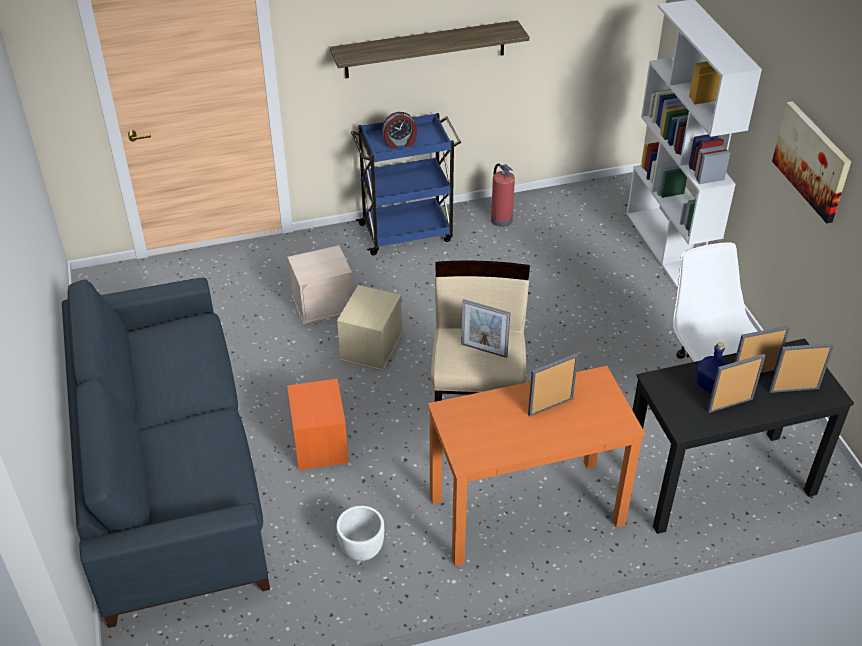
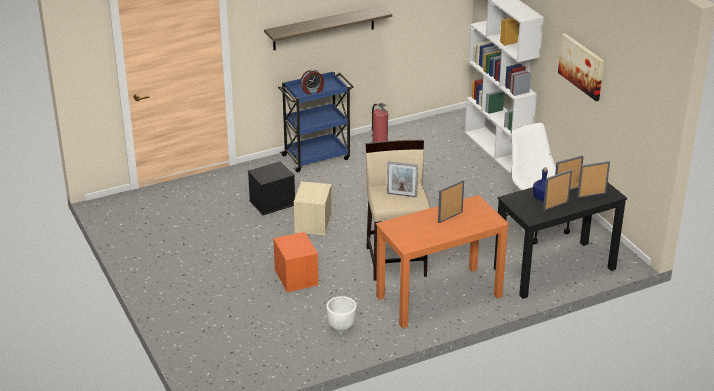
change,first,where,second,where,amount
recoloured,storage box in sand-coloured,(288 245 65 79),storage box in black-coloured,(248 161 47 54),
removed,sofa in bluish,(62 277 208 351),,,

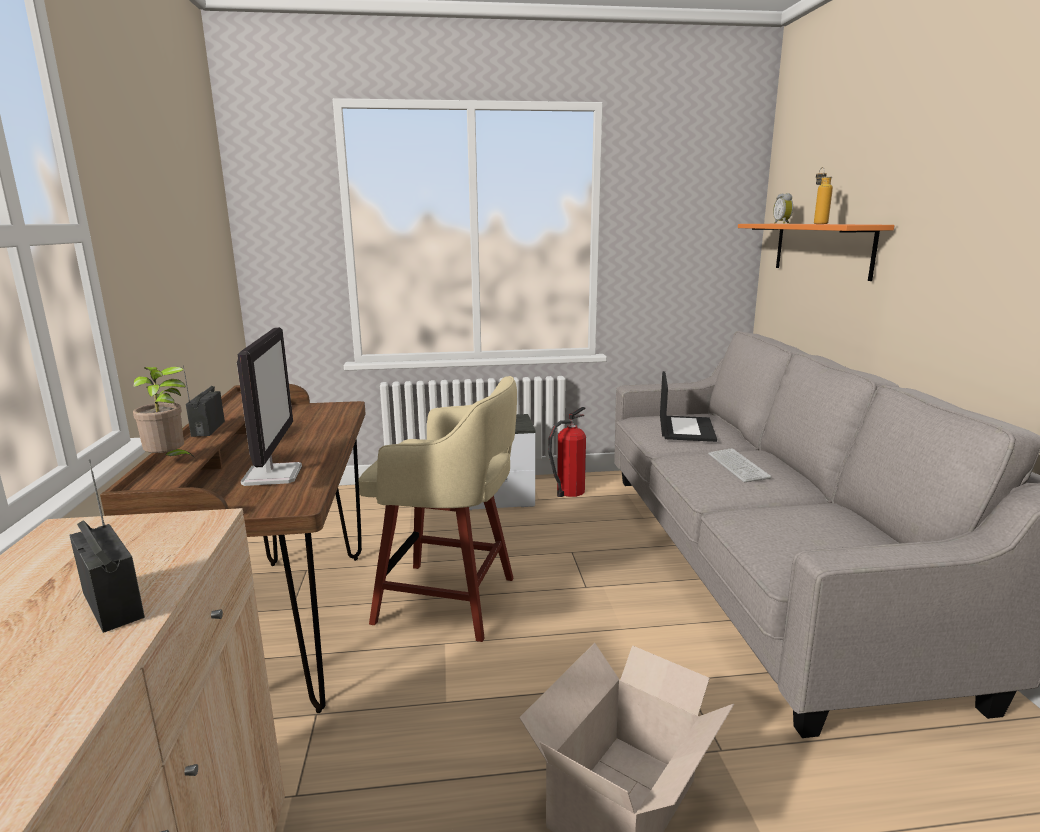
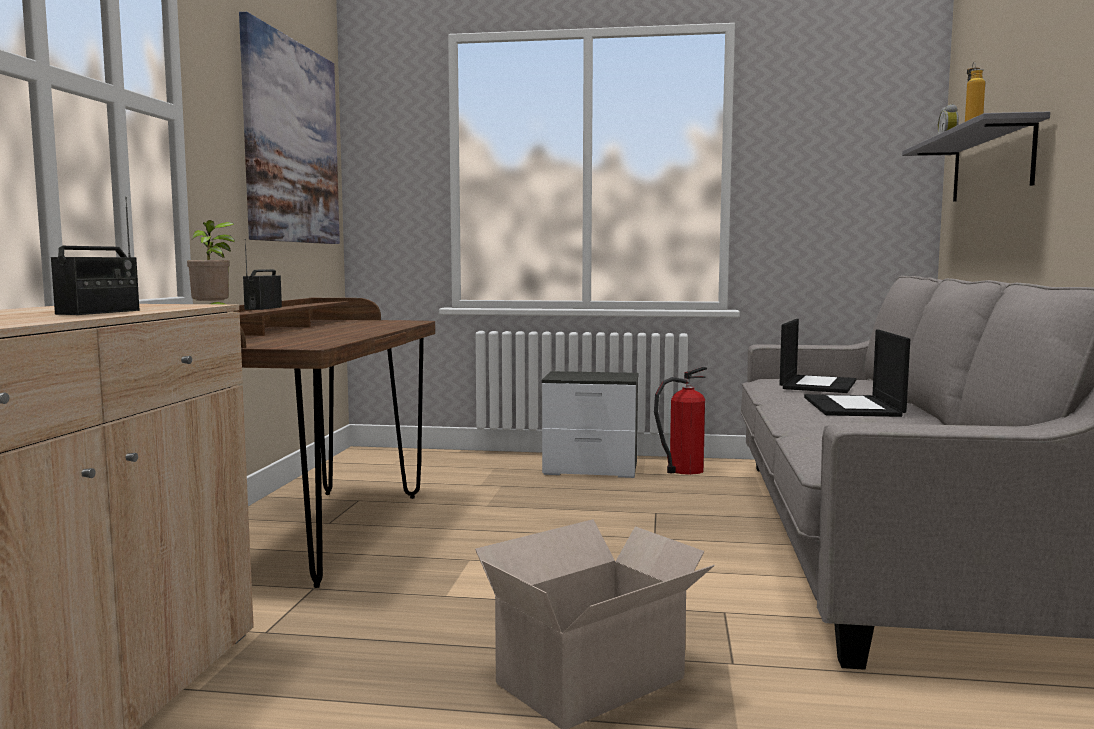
change,first,where,second,where,amount
recoloured,shelf in orange,(738 224 156 57),shelf in gray,(902 112 148 90),
removed,computer display,(237 327 65 159),,,
removed,stool seat in sand-coloured,(358 376 159 266),,,
replaced,computer keyboard,(708 449 63 33),notebook computer,(804 330 106 87),
turned,radio receiver,(69 459 76 174),,(51 197 88 118),45 degrees clockwise
added,,,wall picture,(239 12 101 232),

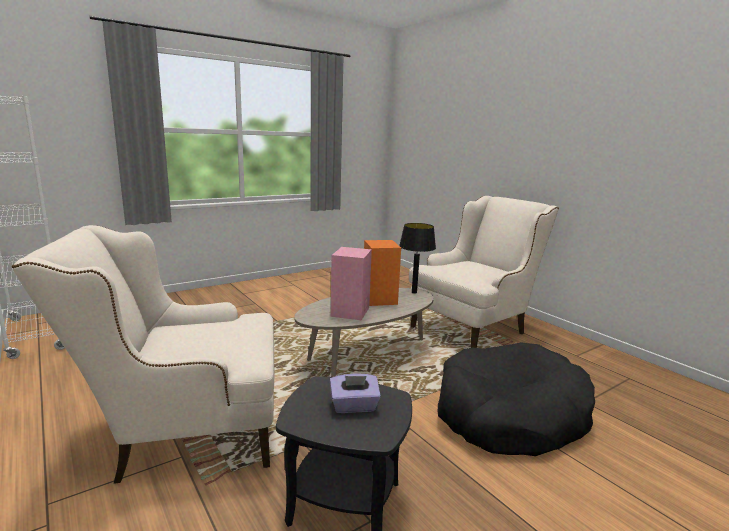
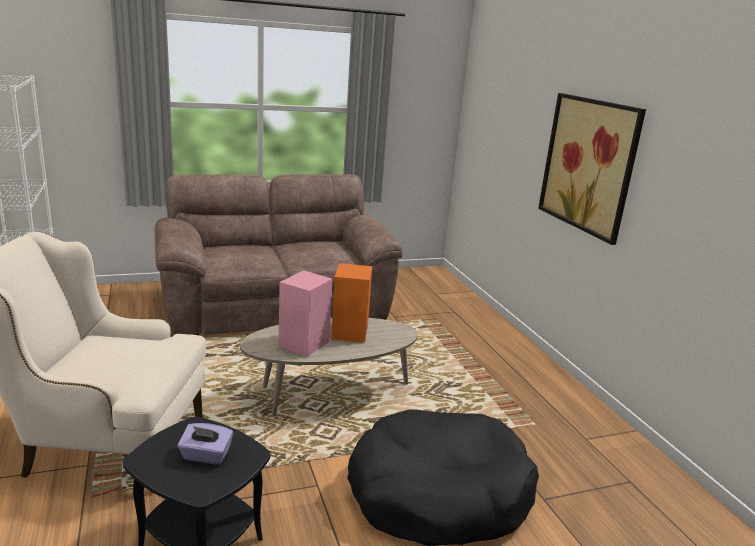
change,first,where,second,where,amount
removed,lounge chair in sand-coloured,(409 196 150 152),,,
removed,table lamp in black-coloured,(399 223 37 71),,,
added,,,wall picture,(538 93 108 152),
added,,,sofa in brown-coloured,(154 174 249 161),

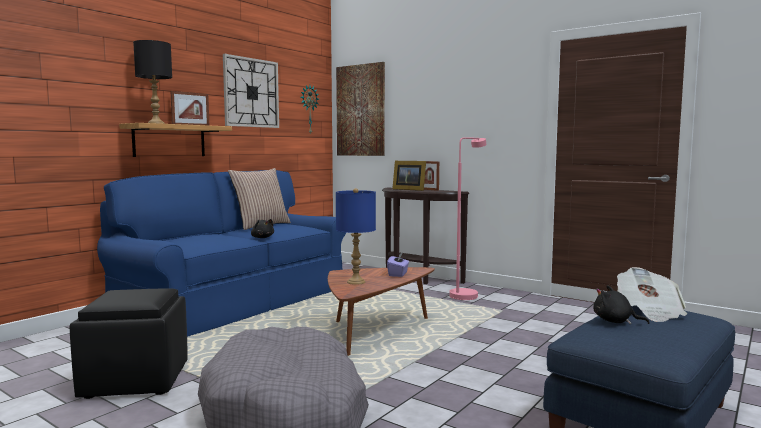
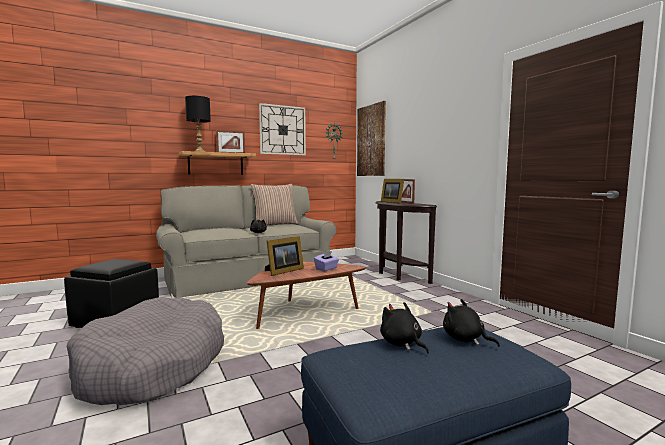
change,first,where,second,where,amount
removed,standard lamp in pink,(449 137 38 163),,,
recoloured,sofa in bluish,(97 170 249 167),sofa in gray,(156 185 180 113),
replaced,table lamp in bluish,(336 188 40 97),picture frame,(265 236 39 40),
replaced,printed paper,(617 267 70 55),soft toy in black-coloured,(443 299 57 48),

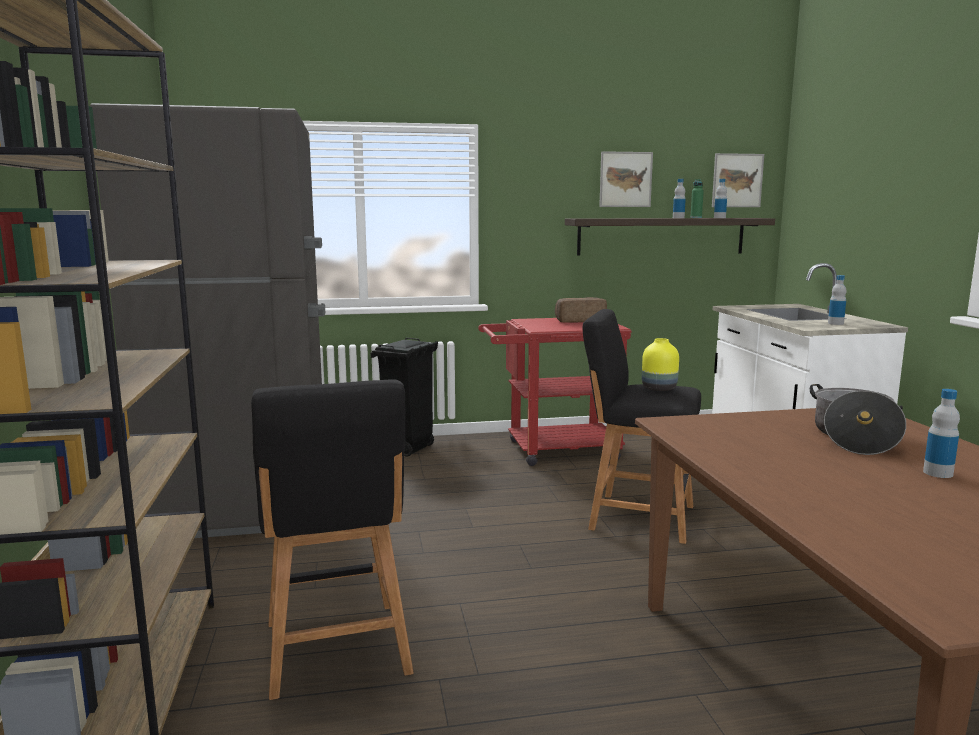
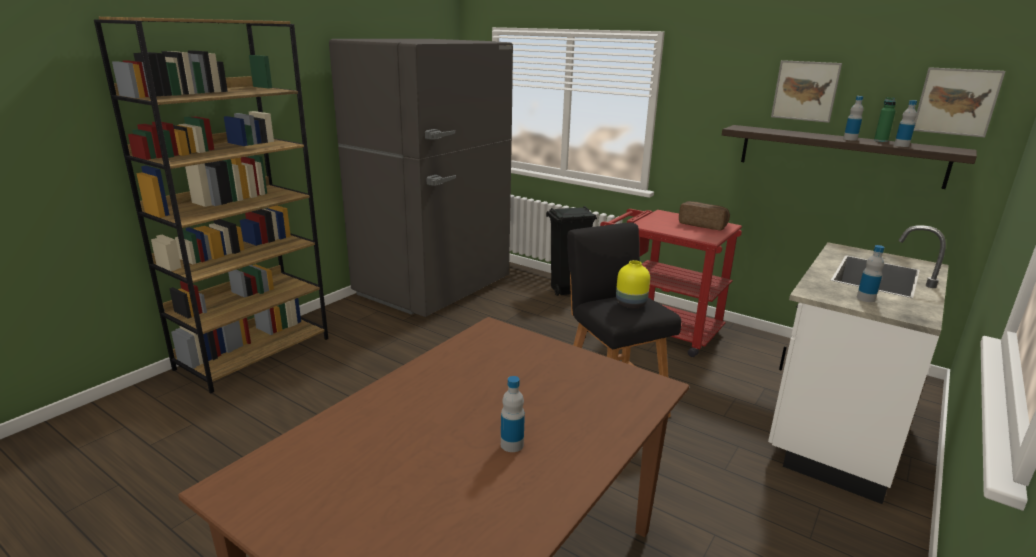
change,first,where,second,where,amount
removed,stool seat in black-coloured,(251 379 163 321),,,
removed,stockpot,(810 384 96 71),,,

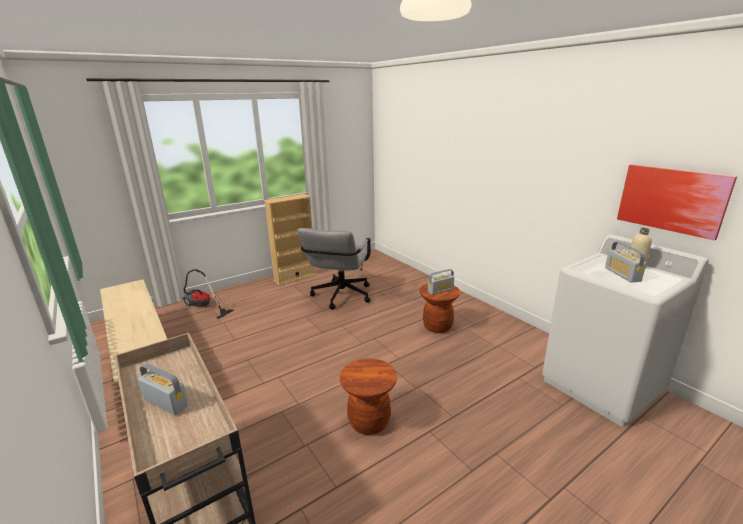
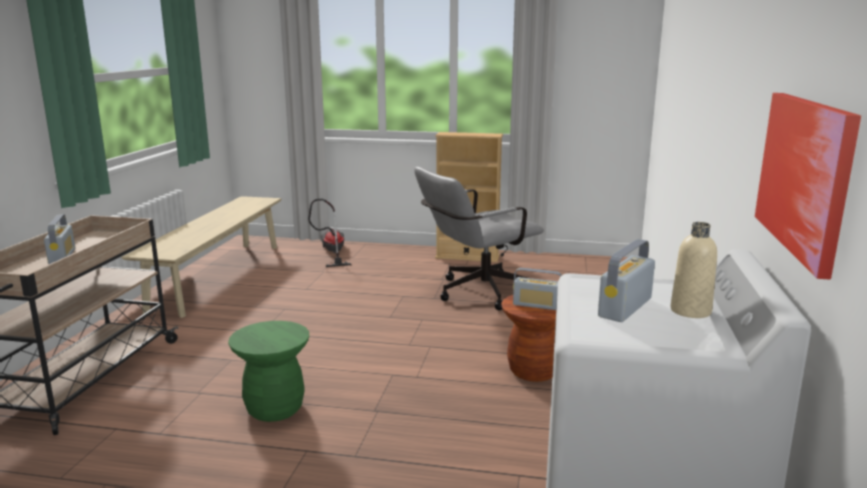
change,first,where,second,where,amount
recoloured,stool seat in brown-coloured,(340 359 57 76),stool seat in green,(228 321 81 101),

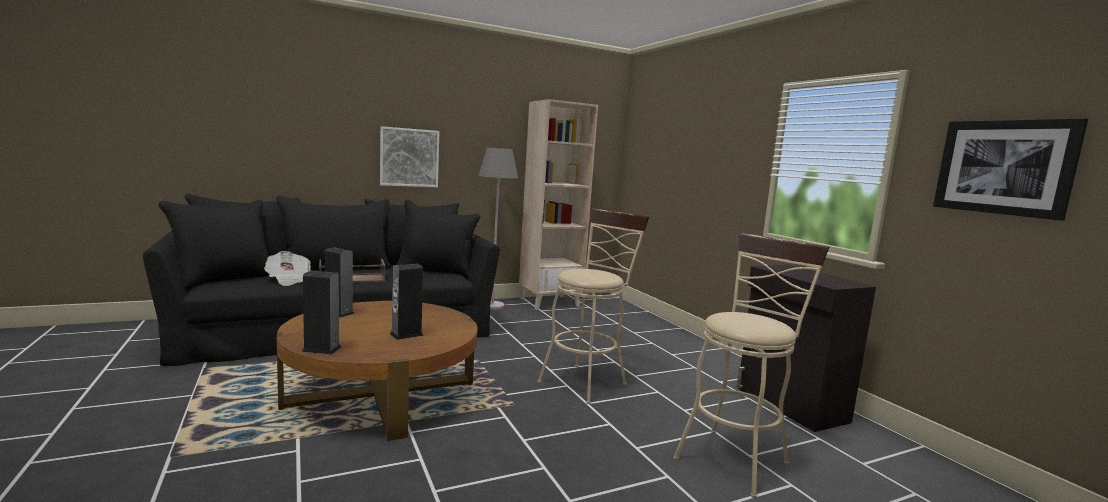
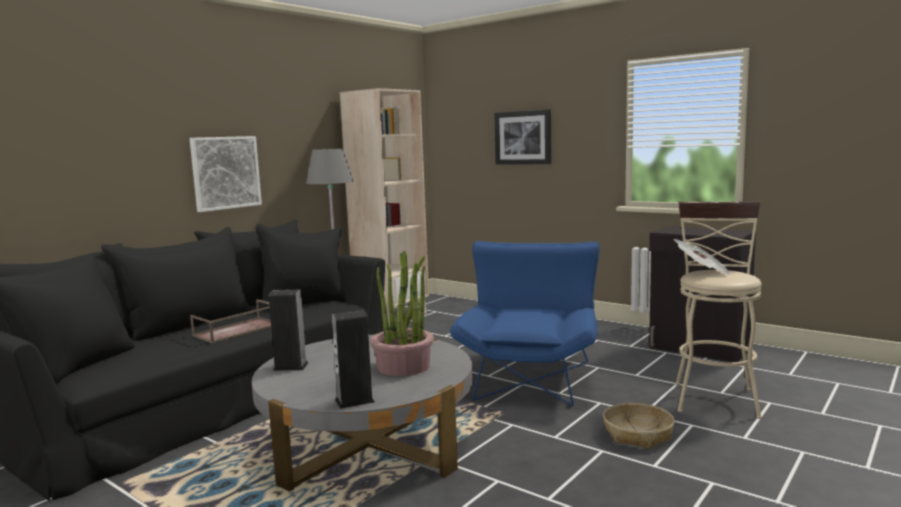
change,first,where,second,where,amount
moved,wall picture,(933 118 155 103),,(494 109 57 55),
replaced,stool seat in sand-coloured,(537 208 112 196),lounge chair in bluish,(450 241 150 165),
moved,printed paper,(264 251 47 35),,(674 239 57 36),
replaced,loudspeaker,(390 264 34 76),houseplant,(370 251 64 125),
recoloured,lounge table in brown-coloured,(277 301 201 140),lounge table in gray,(252 335 221 157),
added,,,household basket,(603 403 72 46),

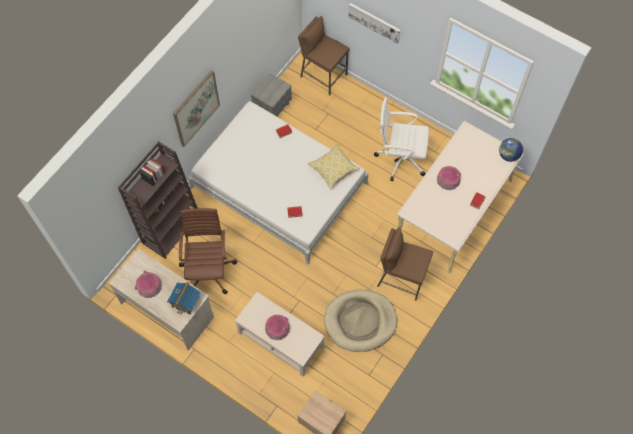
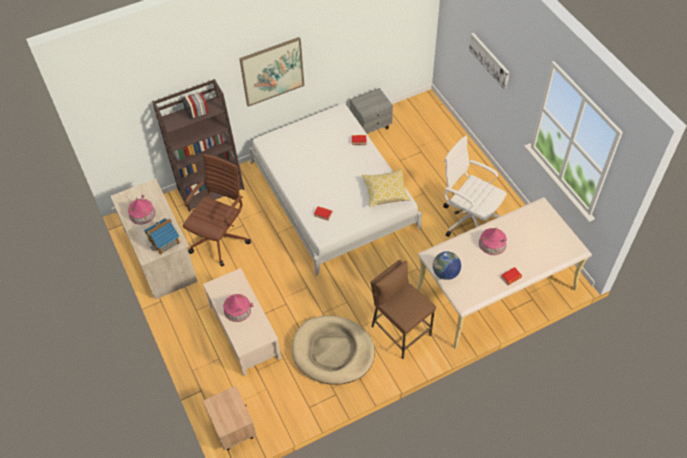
change,first,where,second,where,amount
removed,stool seat in brown-coloured,(298 16 52 79),,,
moved,desk globe,(499 138 24 24),,(433 251 28 29),

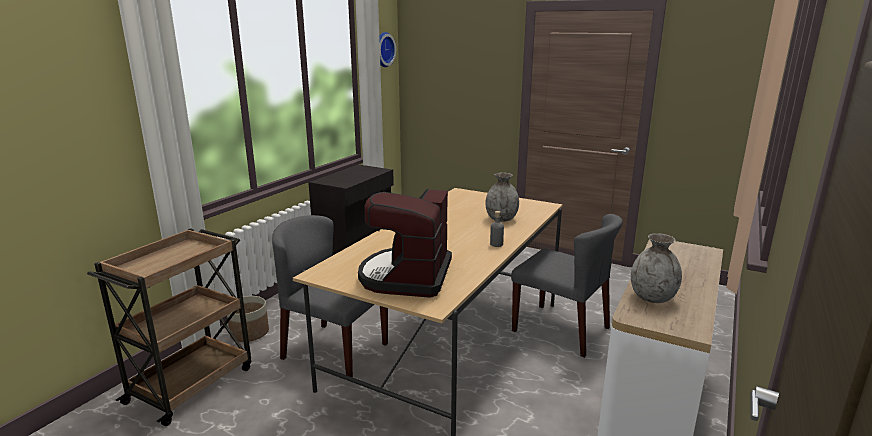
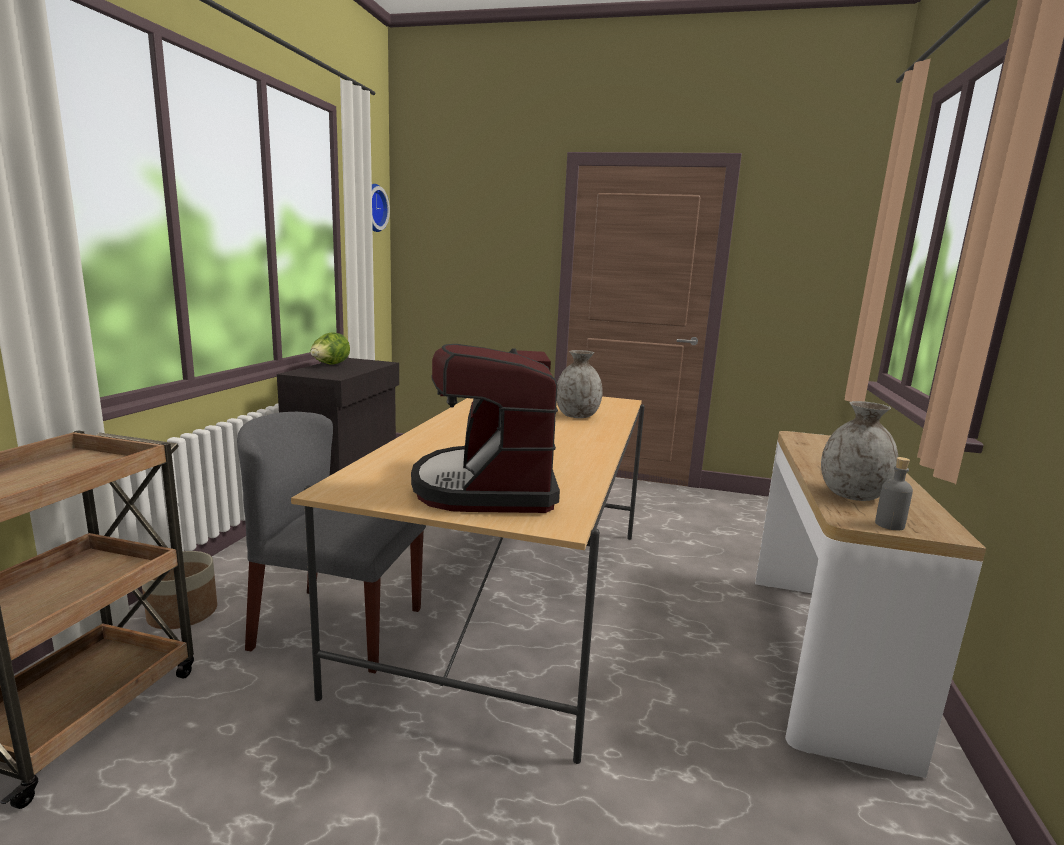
change,first,where,second,where,amount
moved,beverage bottle in gray,(490 211 14 36),,(875 457 38 74),
removed,upright chair in gray,(511 214 112 144),,,
added,,,head of lettuce,(310 332 40 33),

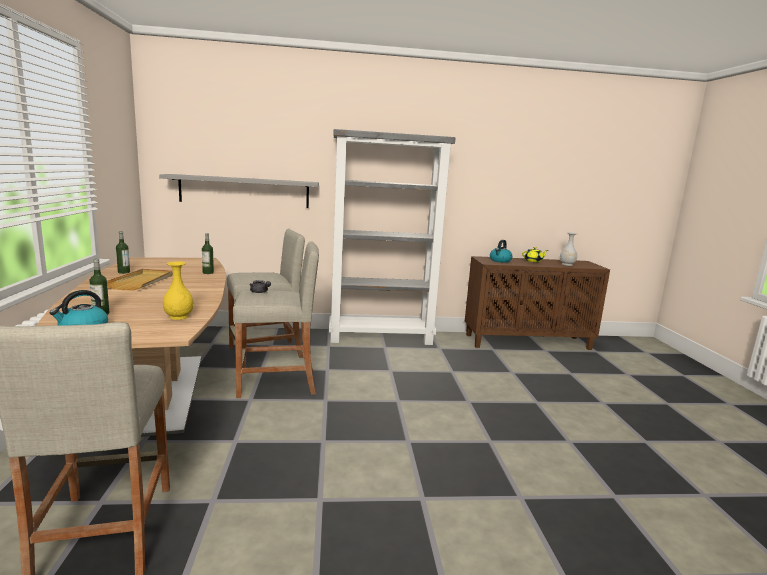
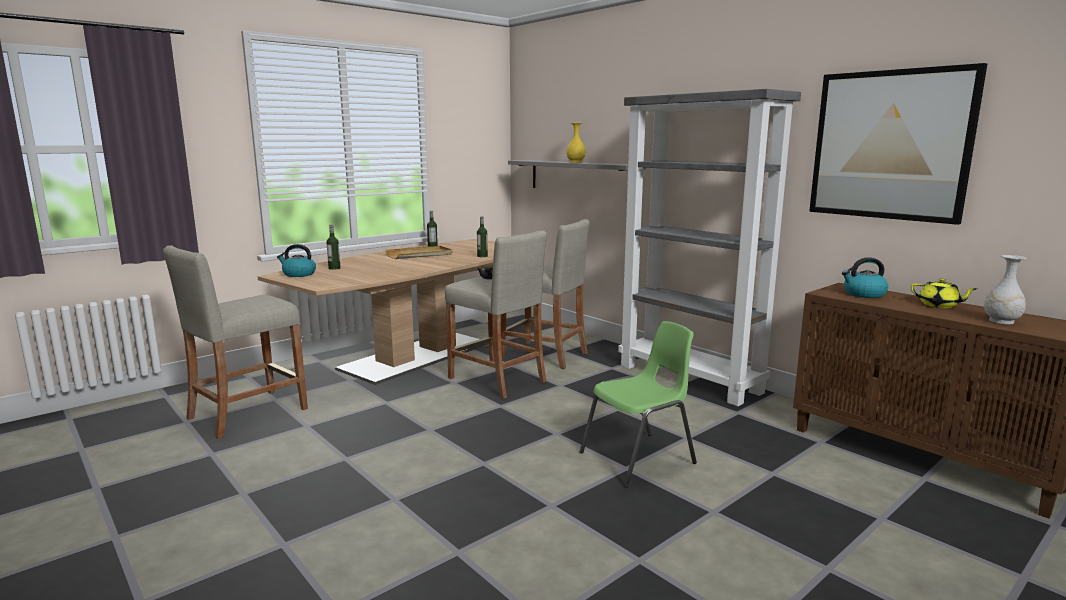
change,first,where,second,where,amount
moved,decorative vase in yellowish,(163 261 31 59),,(566 123 20 40),
added,,,wall picture,(809 63 178 162),
added,,,upright chair in green,(580 321 117 167),

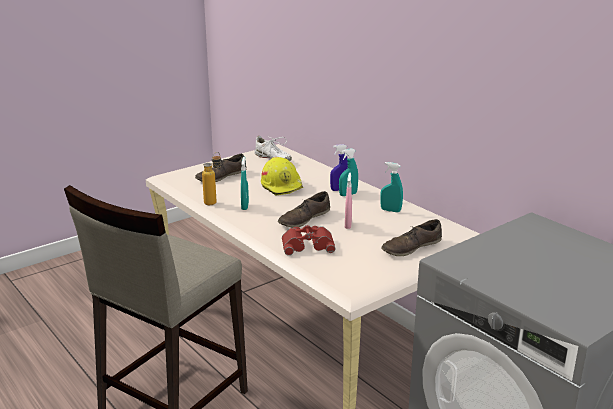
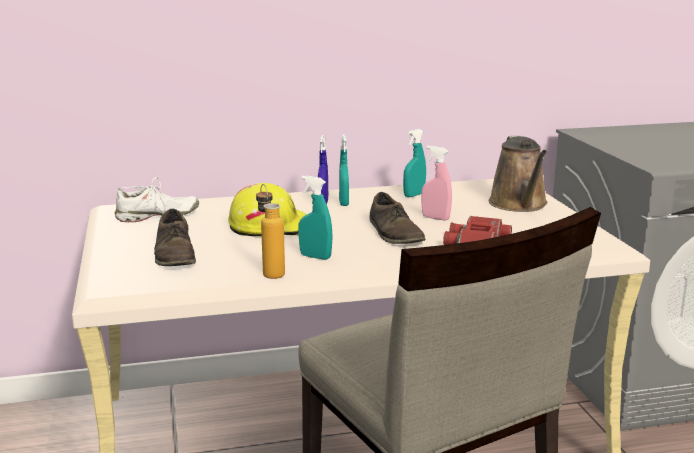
change,first,where,second,where,amount
replaced,low shoe in brown-coloured,(381 219 61 37),sprinkling can in brown-coloured,(489 135 59 77),

